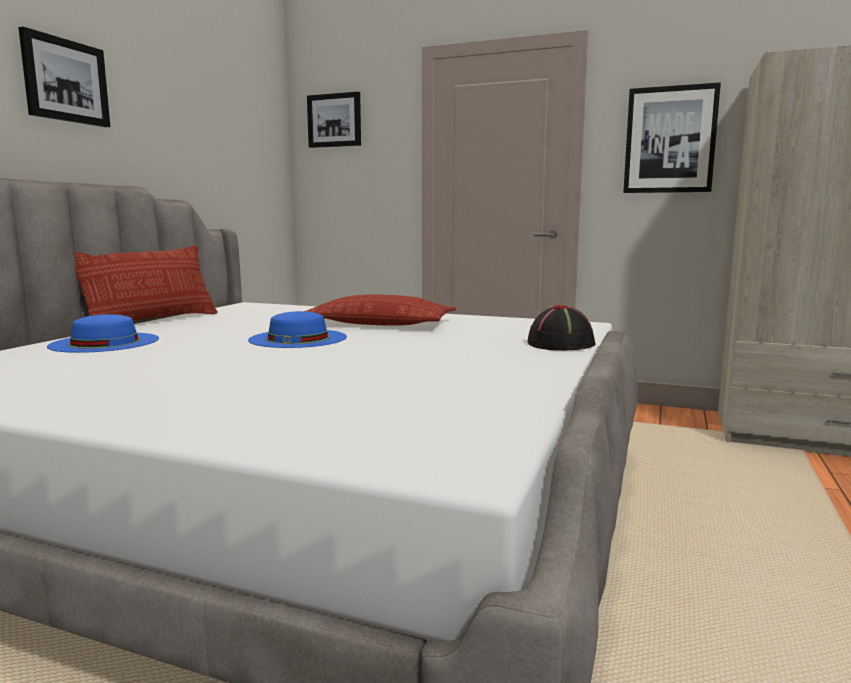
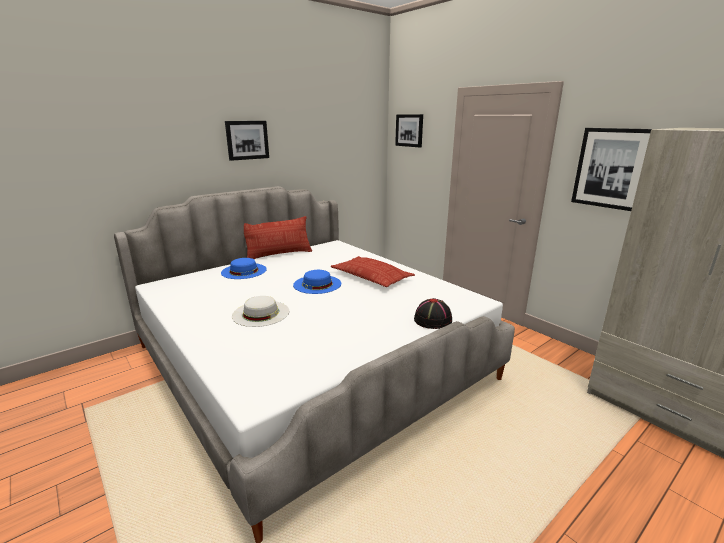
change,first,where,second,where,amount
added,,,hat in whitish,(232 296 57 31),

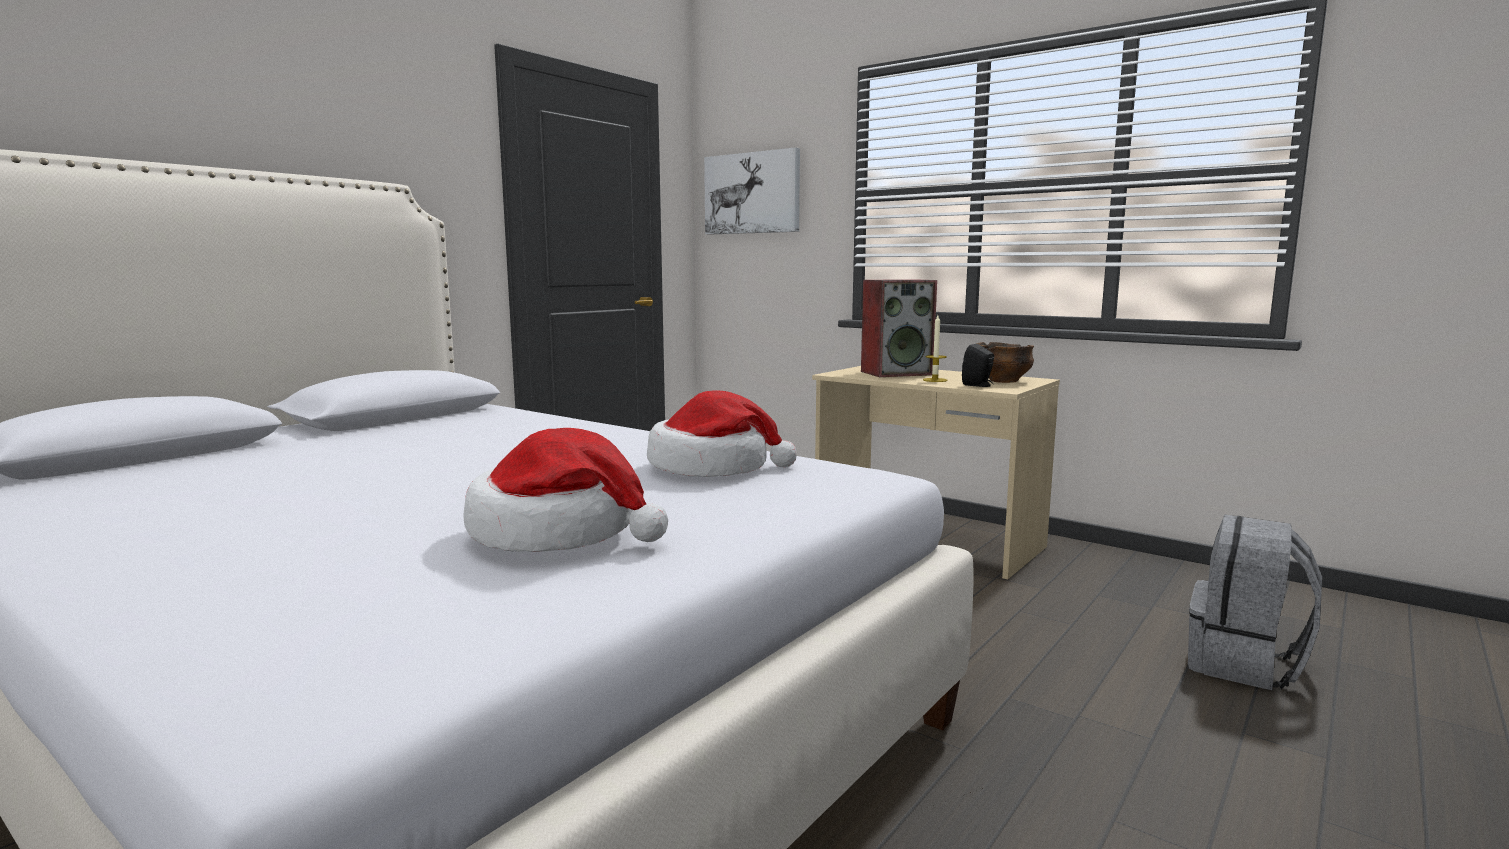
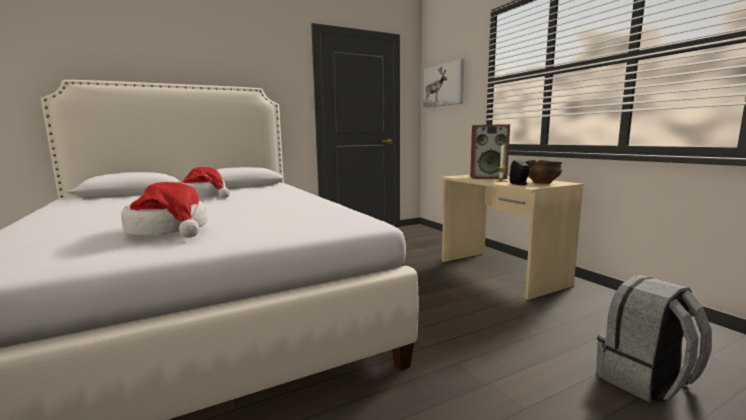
change,first,where,second,where,amount
moved,hat,(647 390 150 87),,(177 167 53 31),

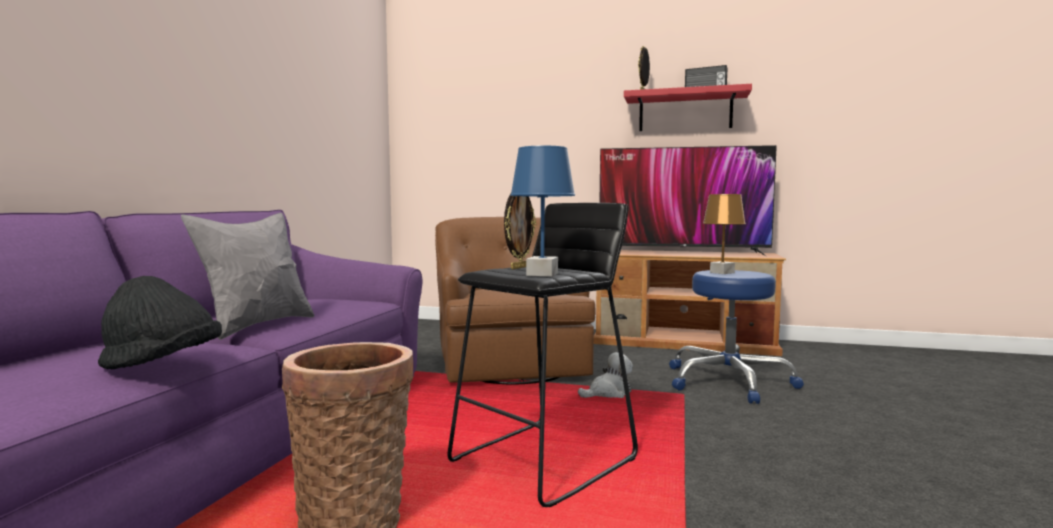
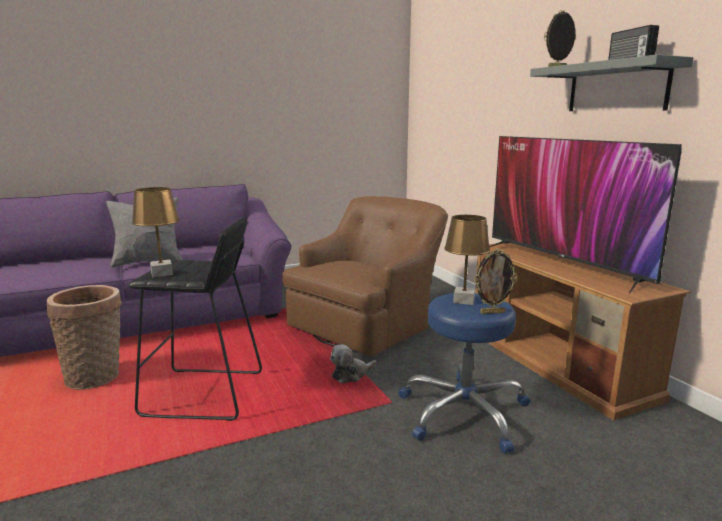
change,first,where,second,where,amount
recoloured,shelf in red-coloured,(624 84 128 47),shelf in gray,(530 54 164 57),
recoloured,table lamp in bluish,(510 146 65 131),table lamp in brown-coloured,(132 187 48 90),
moved,picture frame,(504 193 32 76),,(474 249 43 65),
removed,hat in black-coloured,(98 276 124 93),,,
turned,soft toy,(578 352 55 46),,(330 344 46 39),120 degrees clockwise

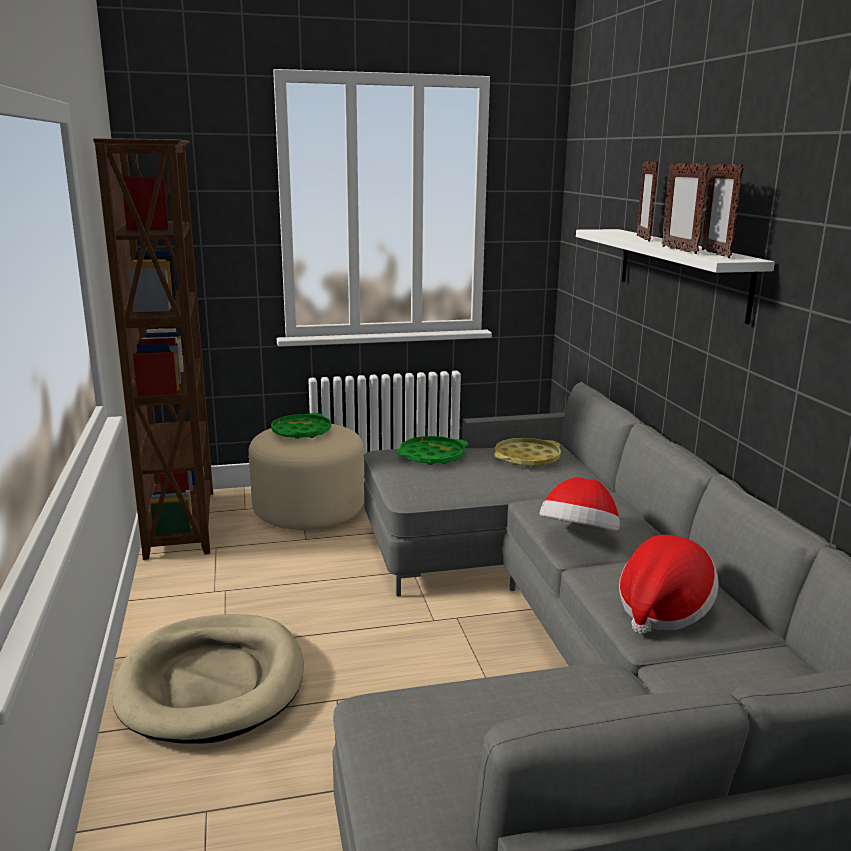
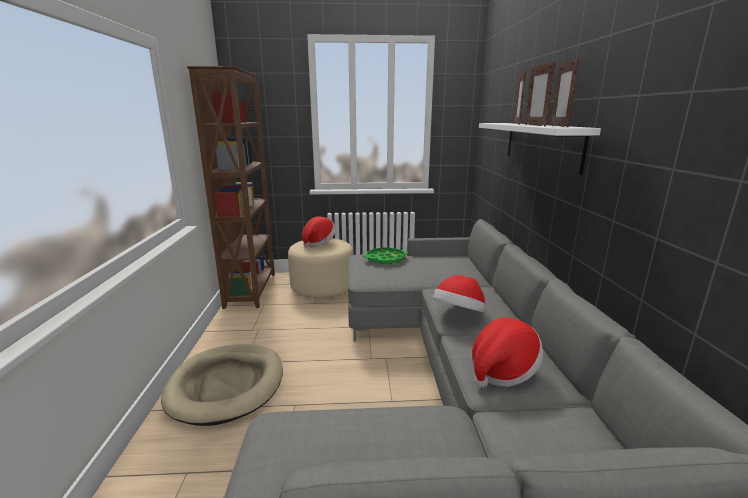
change,first,where,second,where,amount
replaced,serving tray in green,(271 413 60 26),hat,(302 217 34 31),
removed,serving tray in yellowish,(494 438 67 30),,,

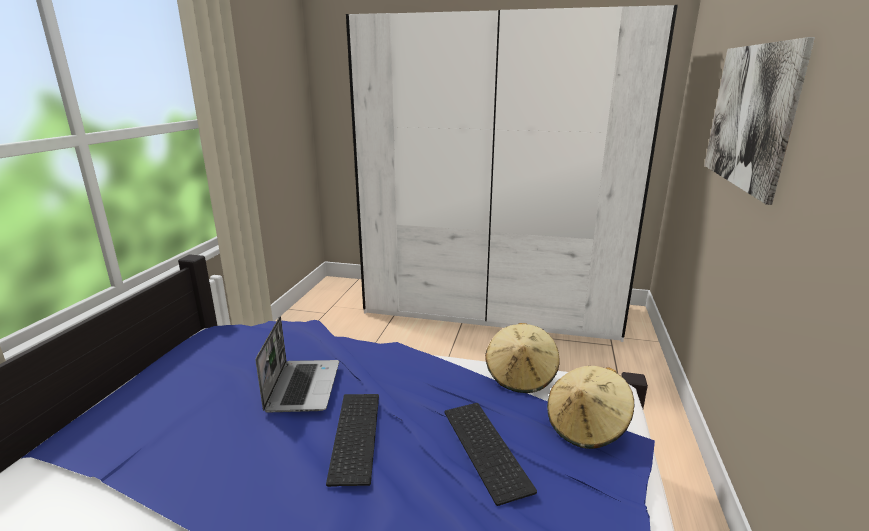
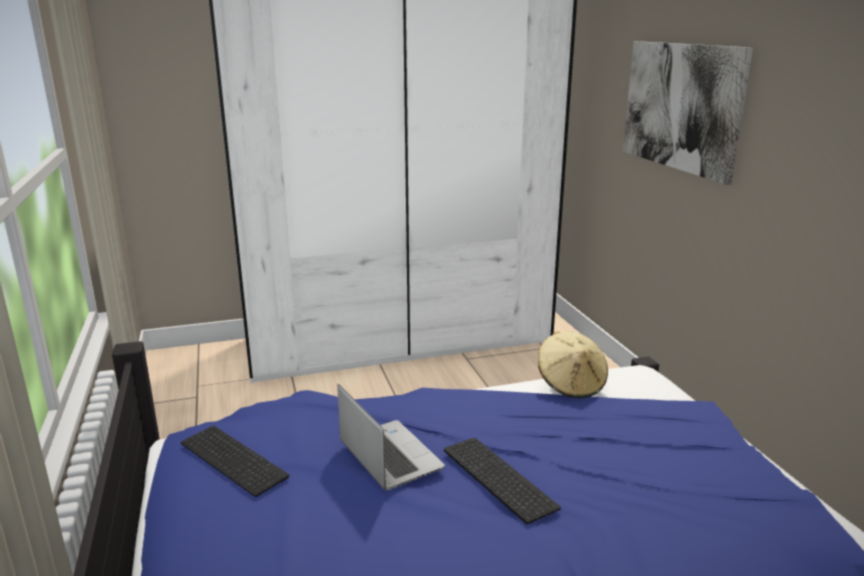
change,first,where,second,where,amount
removed,hat in sand-coloured,(547 366 87 83),,,
moved,computer keyboard,(445 403 92 103),,(181 426 108 71),

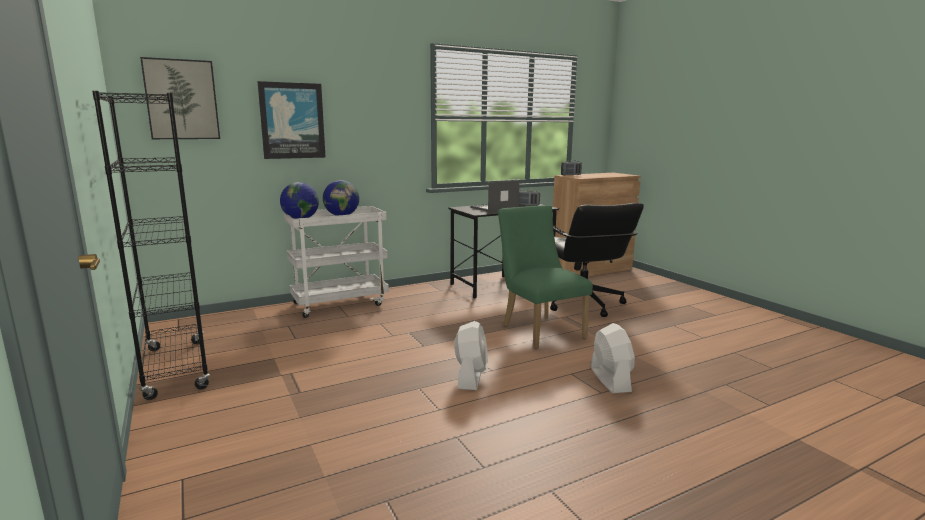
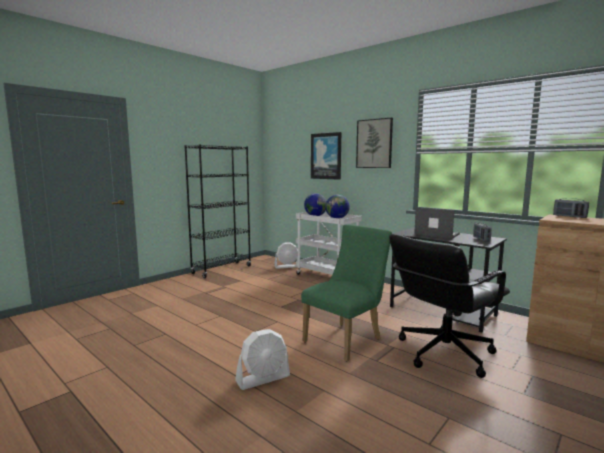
change,first,where,second,where,amount
moved,wall picture,(140 57 80 82),,(356 118 37 50),
moved,electric fan in whitish,(454 321 34 69),,(274 242 24 27),

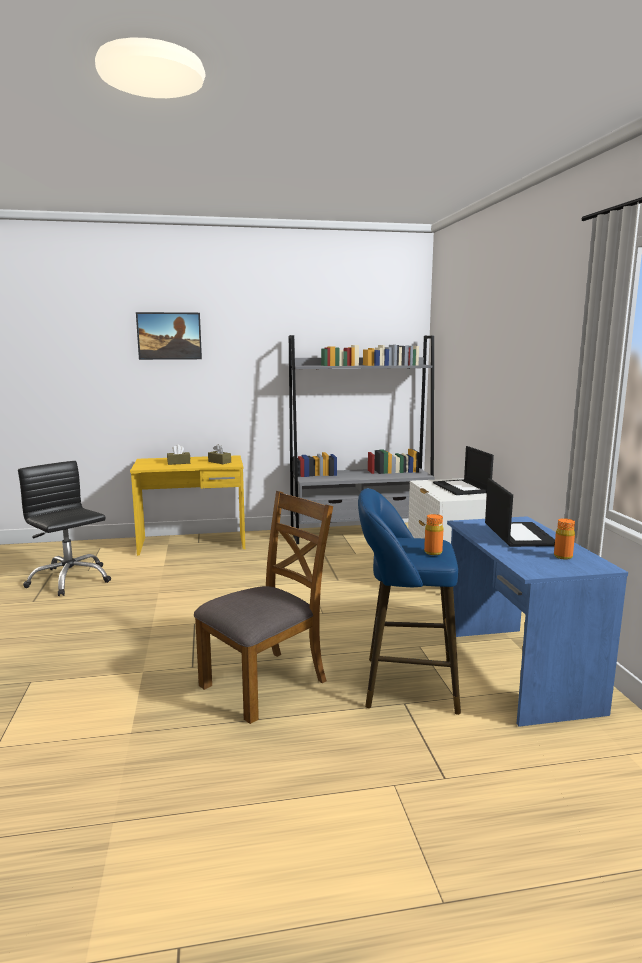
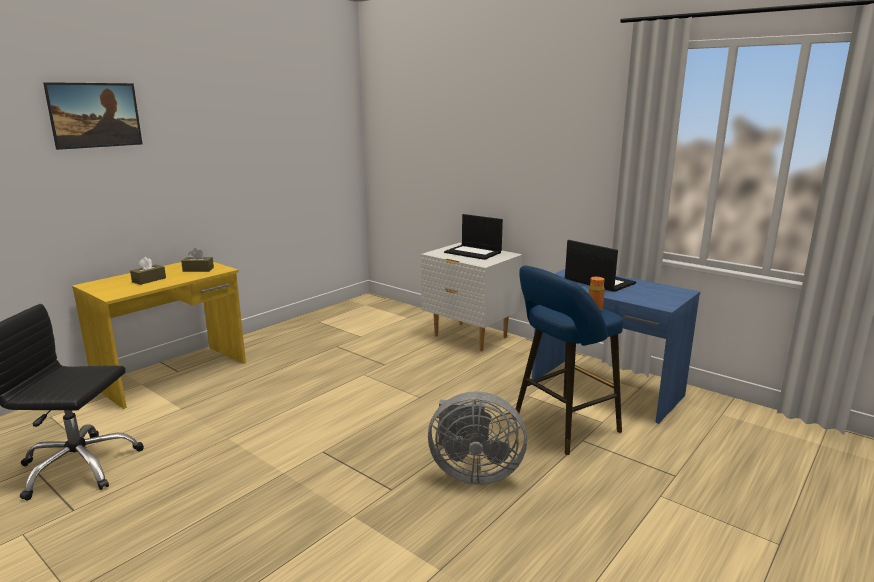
change,first,where,second,where,amount
removed,bookshelf in gray,(289 335 146 209),,,
replaced,upright chair in brown-coloured,(194 491 139 233),electric fan in gray,(428 391 99 93),
removed,beverage bottle in orange,(554 518 21 42),,,

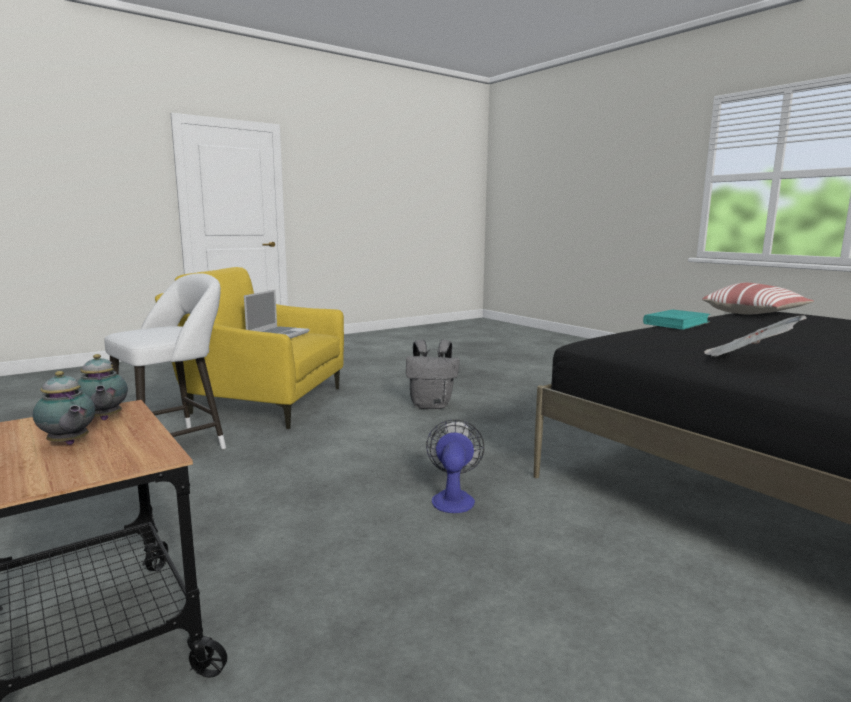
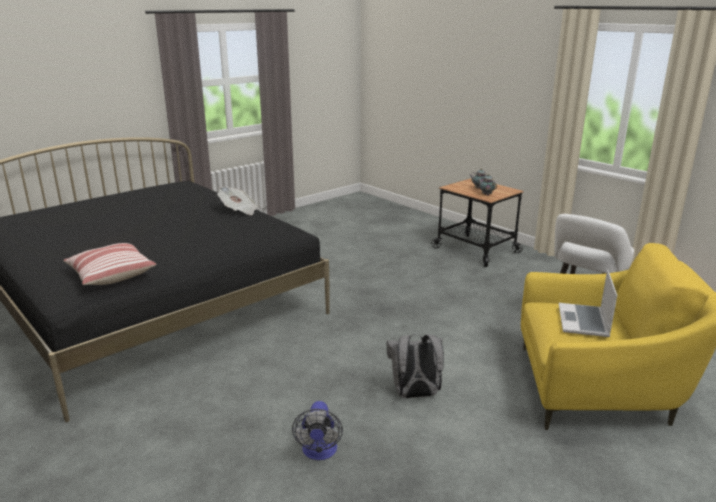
change,first,where,second,where,amount
removed,bound book in turquoise,(643 309 67 21),,,
moved,electric fan,(426 419 58 94),,(292 401 51 59),

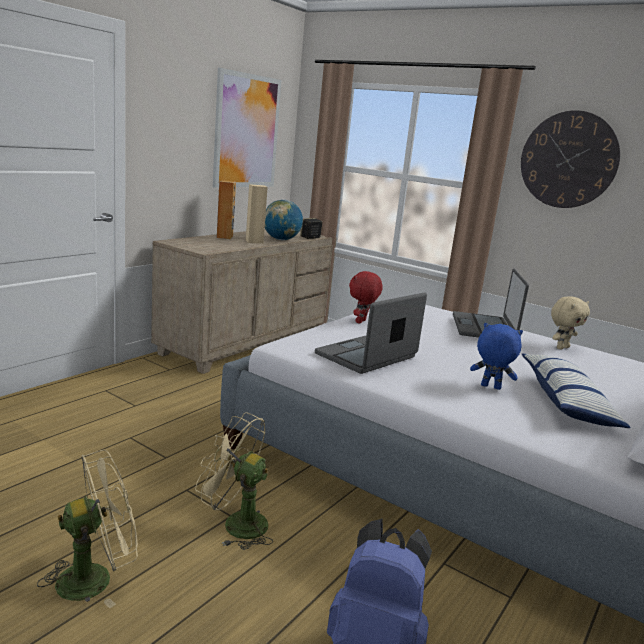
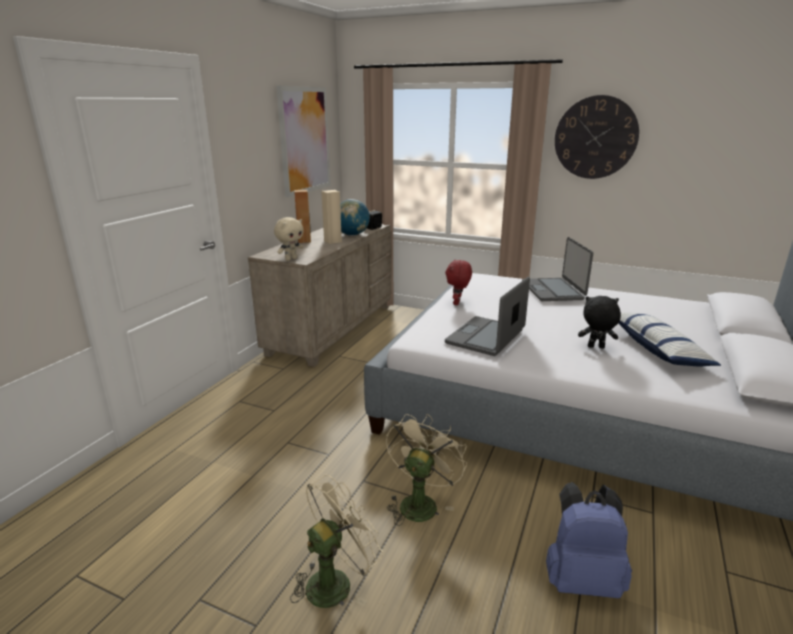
change,first,where,second,where,amount
moved,soft toy in sand-coloured,(551 296 39 53),,(274 217 29 44),
recoloured,soft toy in bluish,(470 323 53 67),soft toy in black-coloured,(578 296 43 52),
turned,electric fan in sand-coloured,(195 412 78 138),,(386 414 81 112),105 degrees clockwise

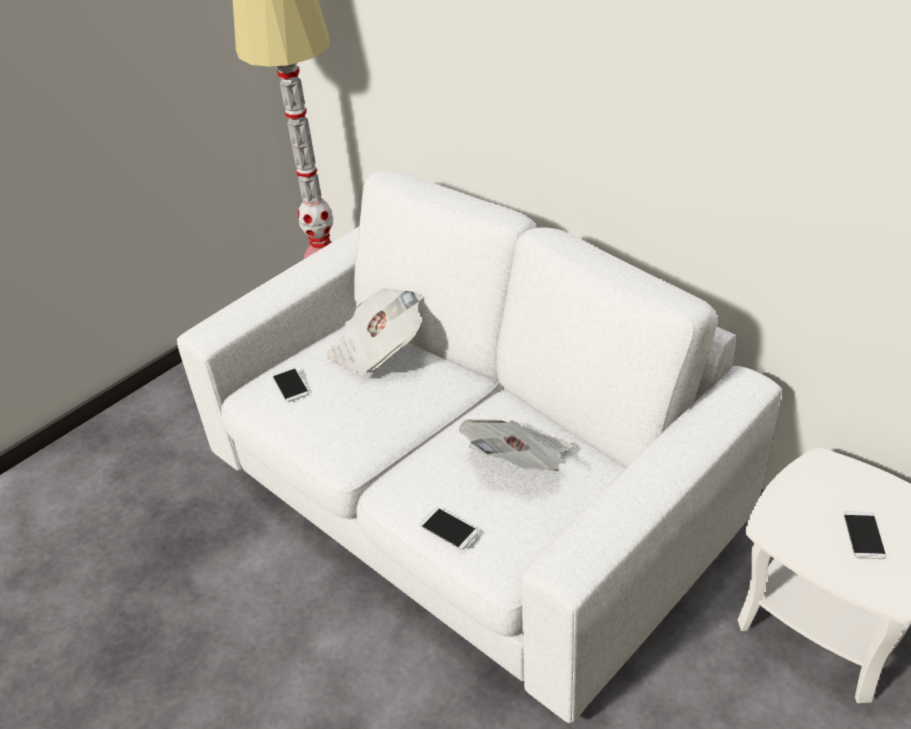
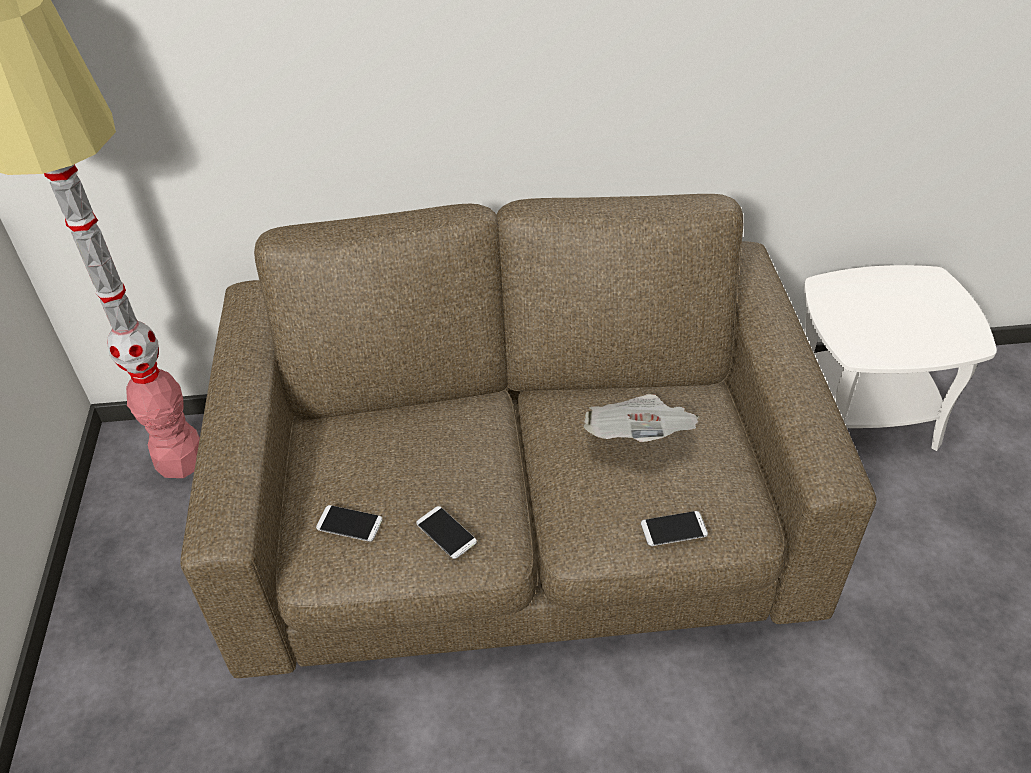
change,first,where,second,where,amount
recoloured,sofa in whitish,(177 170 605 553),sofa in brown-coloured,(180 194 696 484),
removed,printed paper,(327 288 95 89),,,
moved,handset,(844 512 42 47),,(416 506 61 53),

